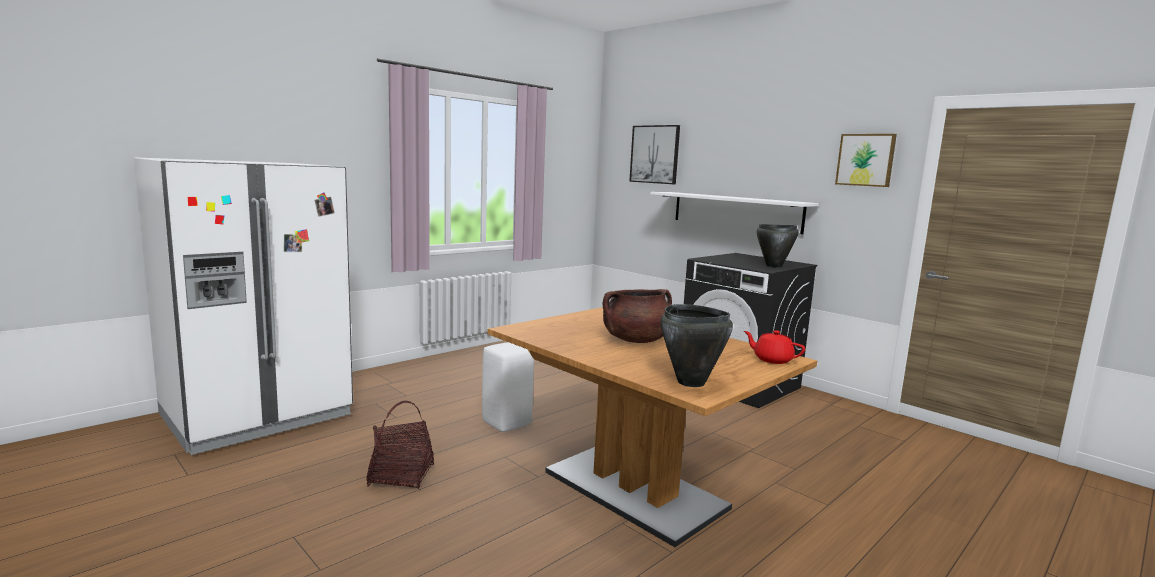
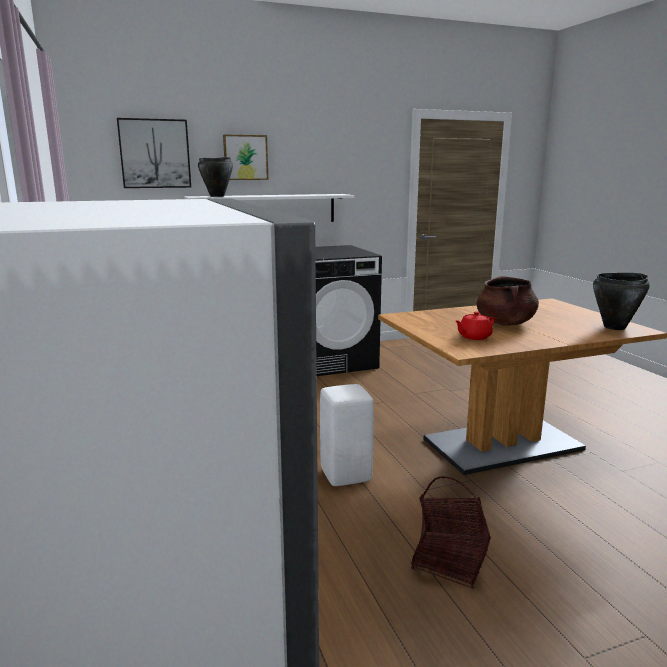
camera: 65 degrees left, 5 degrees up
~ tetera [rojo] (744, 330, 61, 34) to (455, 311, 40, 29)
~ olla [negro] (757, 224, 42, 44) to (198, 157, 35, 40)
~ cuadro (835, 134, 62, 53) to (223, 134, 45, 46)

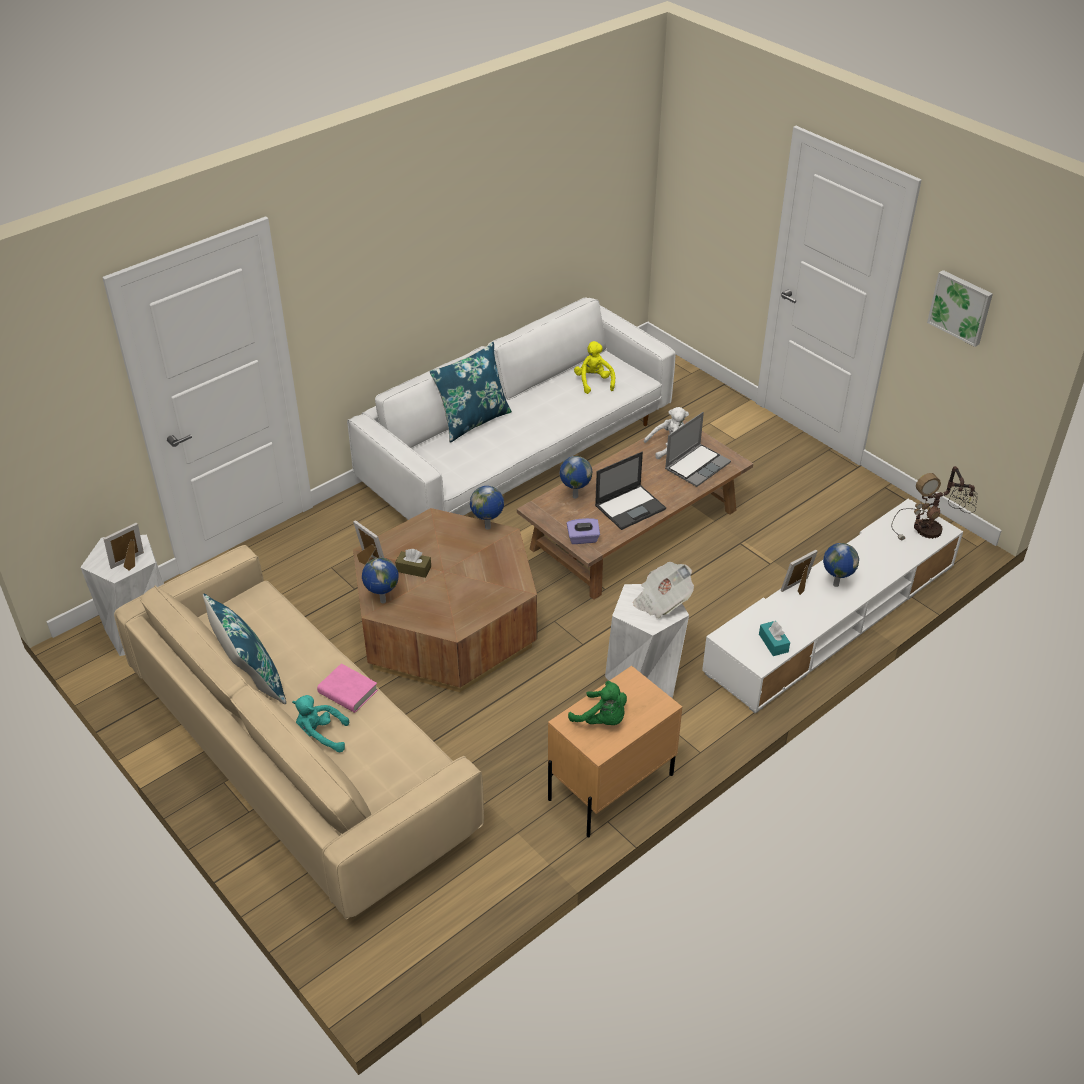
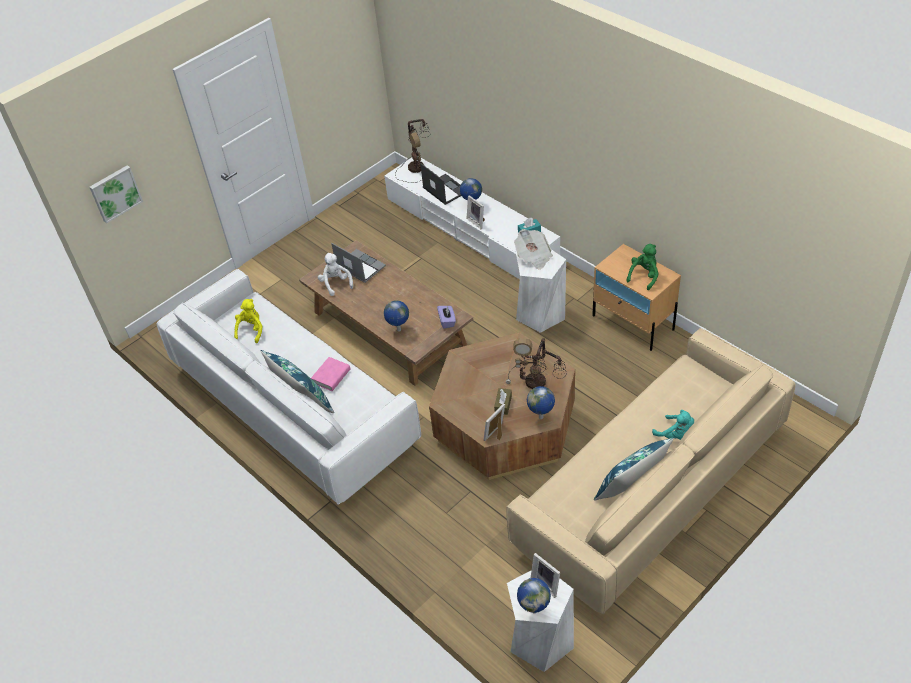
camera: 90 degrees left, 5 degrees up
+ lámpara de mesa (506, 338, 61, 51)
~ libro [rosa] (317, 663, 61, 50) to (311, 357, 40, 34)
~ globo terráqueo (470, 486, 34, 44) to (517, 578, 34, 36)
~ portátil (595, 452, 71, 78) to (420, 163, 41, 42)
~ cuadro (927, 270, 66, 77) to (89, 165, 54, 58)
~ peluche [turquesa] (292, 695, 57, 58) = (652, 410, 42, 30) 45 degrees counterclockwise
~ peluche [amarillo] (574, 341, 41, 53) = (234, 299, 28, 44) 120 degrees clockwise

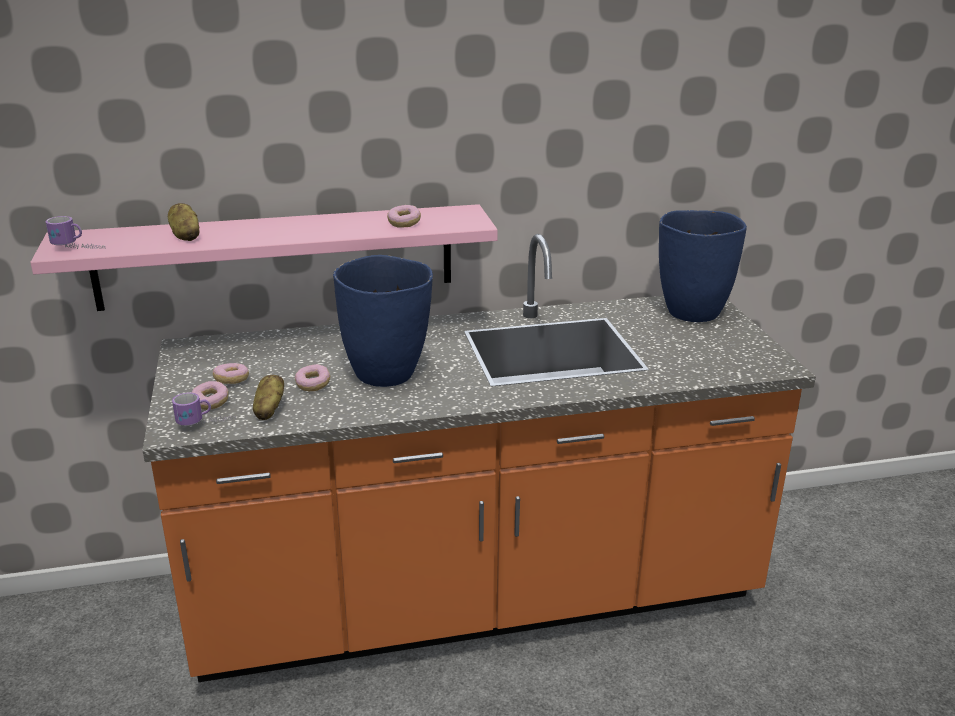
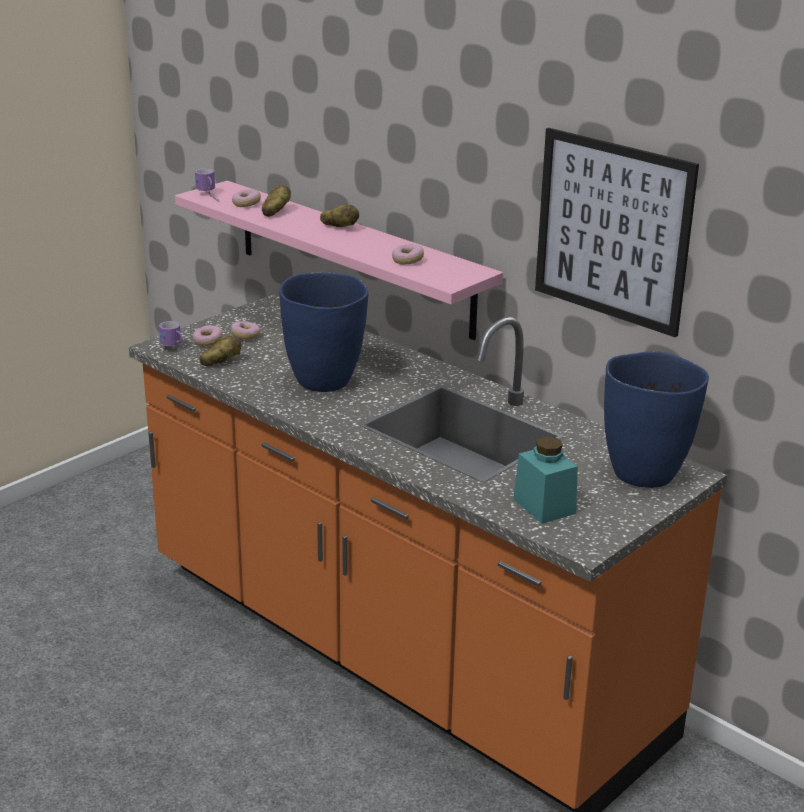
camera: 55 degrees right, 0 degrees up
+ patata (320, 205, 39, 22)
+ tarro [turquesa] (513, 436, 65, 88)
+ cuadro (535, 128, 164, 209)
~ rosquilla (295, 364, 35, 27) to (232, 189, 29, 18)

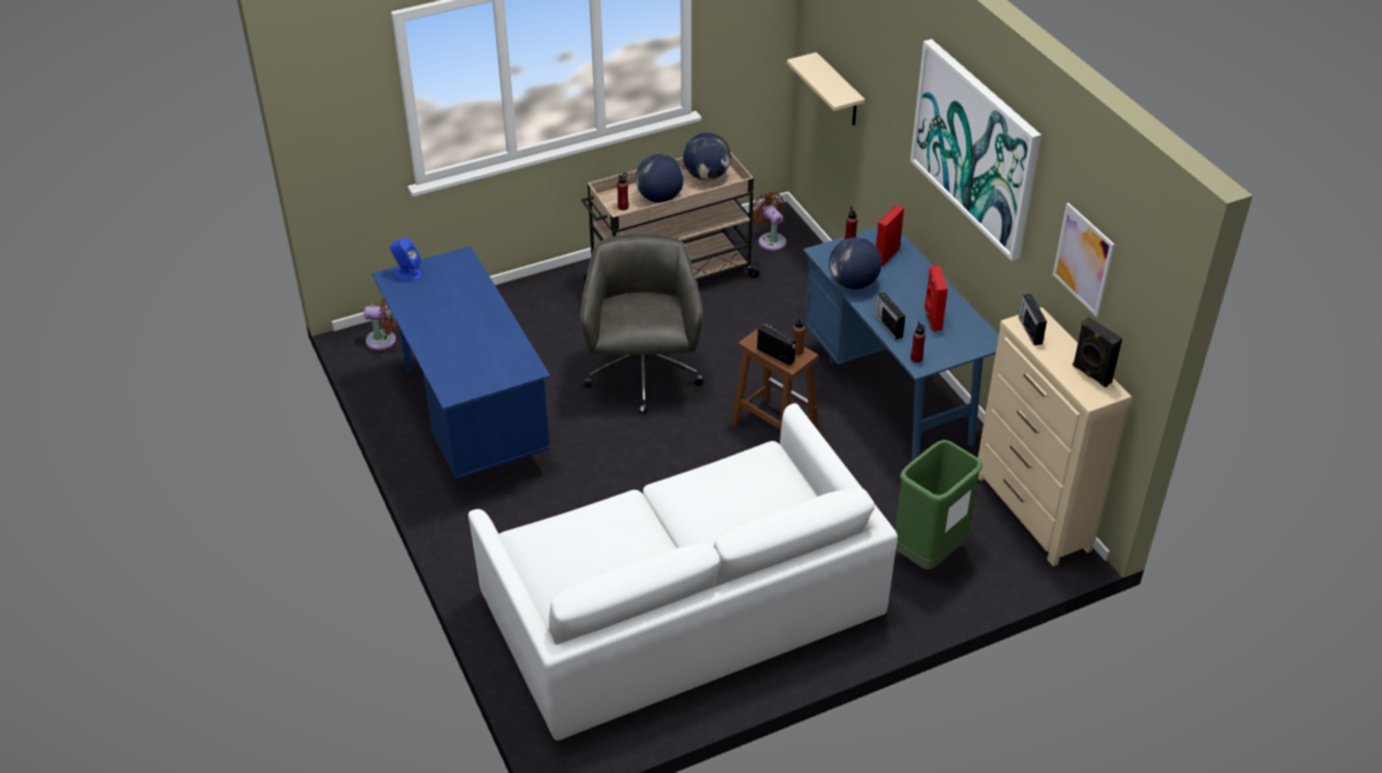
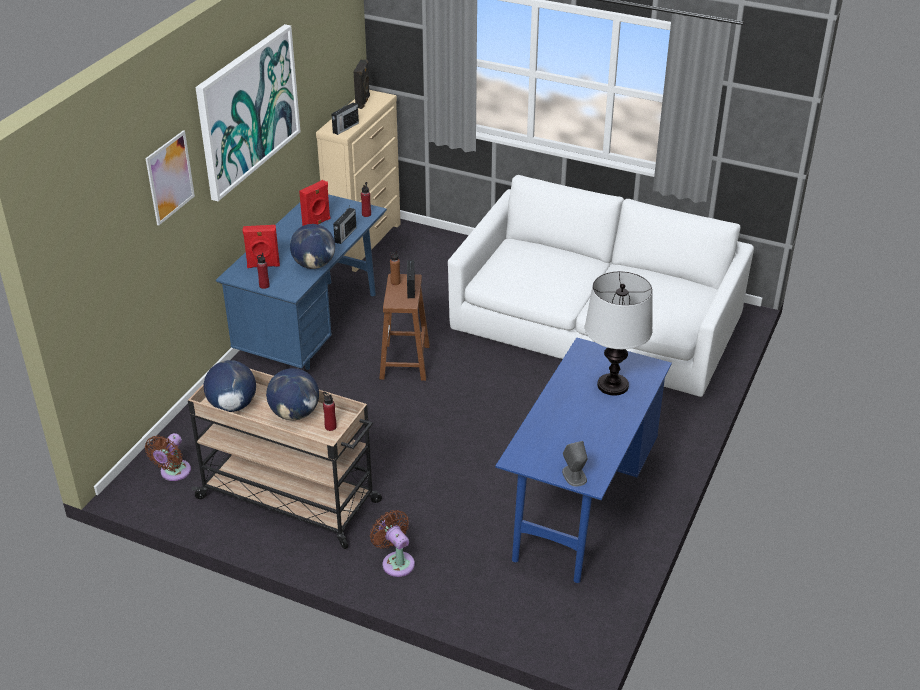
camera: 130 degrees left, 5 degrees down
- silla de oficina [gris] (581, 234, 123, 181)
- estante [beis] (787, 52, 78, 73)
- papelera [verde] (895, 440, 88, 129)
+ lámpara de mesa (585, 271, 68, 125)
~ ventilador [marrón] (364, 297, 34, 53) to (370, 510, 45, 67)
~ cuadro (1053, 203, 62, 114) to (145, 130, 50, 96)
~ altavoz [azul] (390, 238, 32, 43) to altavoz [gris] (562, 441, 26, 46)

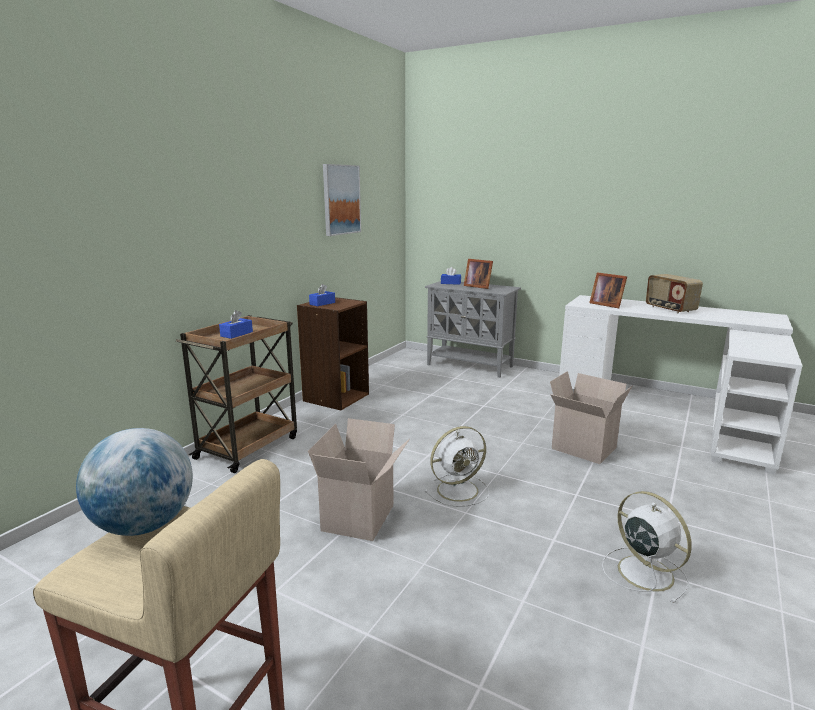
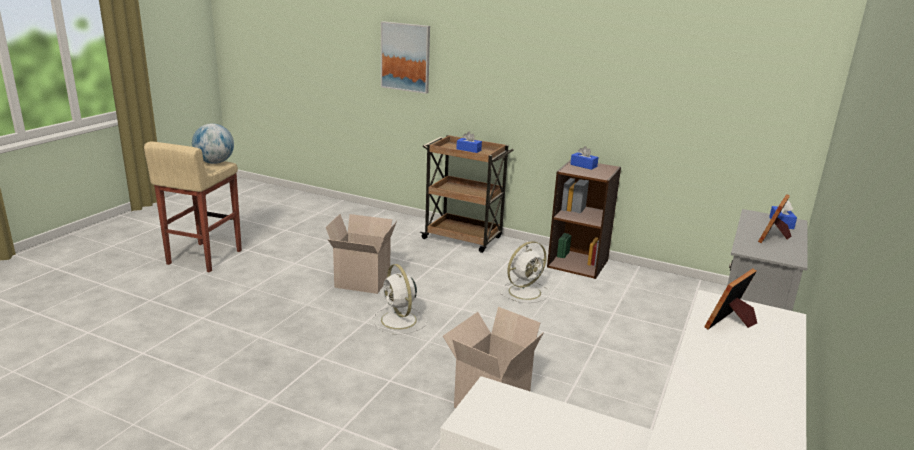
camera: 85 degrees right, 5 degrees up
- radio (646, 274, 57, 39)
~ cuadro (323, 164, 38, 72) to (381, 21, 49, 73)
~ ventilador [blanco] (602, 491, 90, 112) to (499, 241, 51, 62)

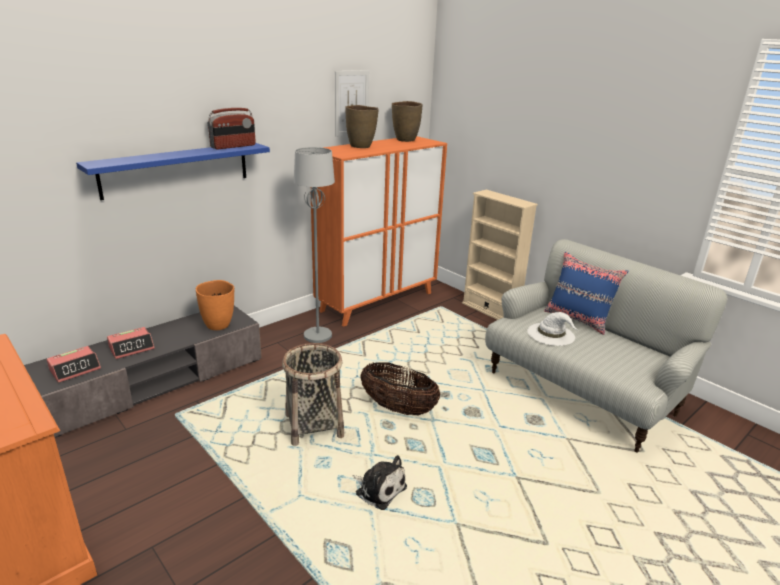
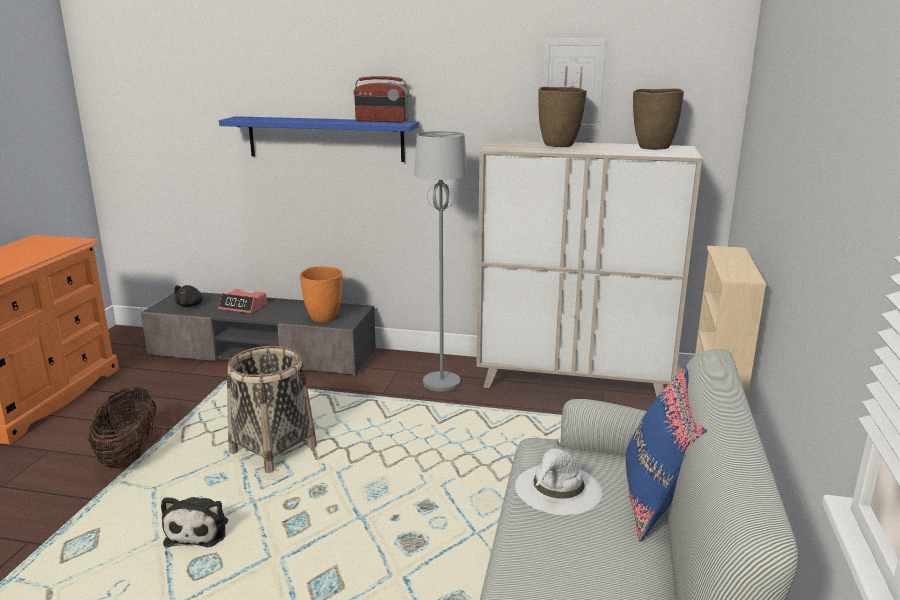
camera: 55 degrees right, 5 degrees down
~ cesta (360, 362, 80, 53) to (88, 387, 68, 81)
~ despertador (47, 346, 54, 37) to peluche [negro] (174, 285, 29, 22)
~ armario [naranja] (310, 136, 137, 191) to armario [beis] (477, 140, 225, 257)

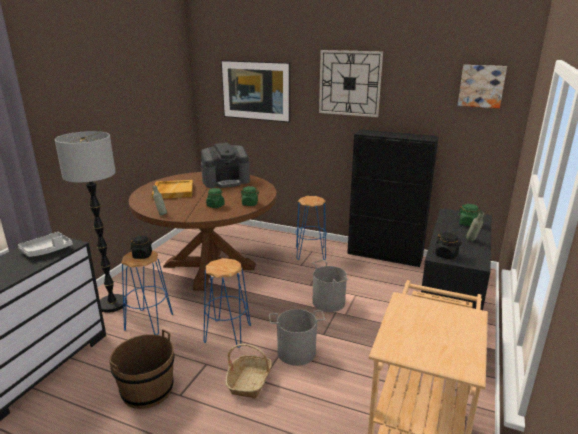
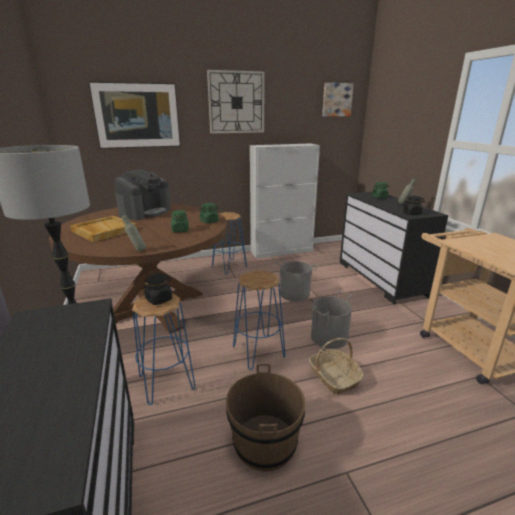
camera: 40 degrees left, 0 degrees up
- bandeja [gris] (18, 232, 55, 25)
~ armario [negro] (347, 129, 92, 138) to armario [blanco] (250, 143, 70, 115)

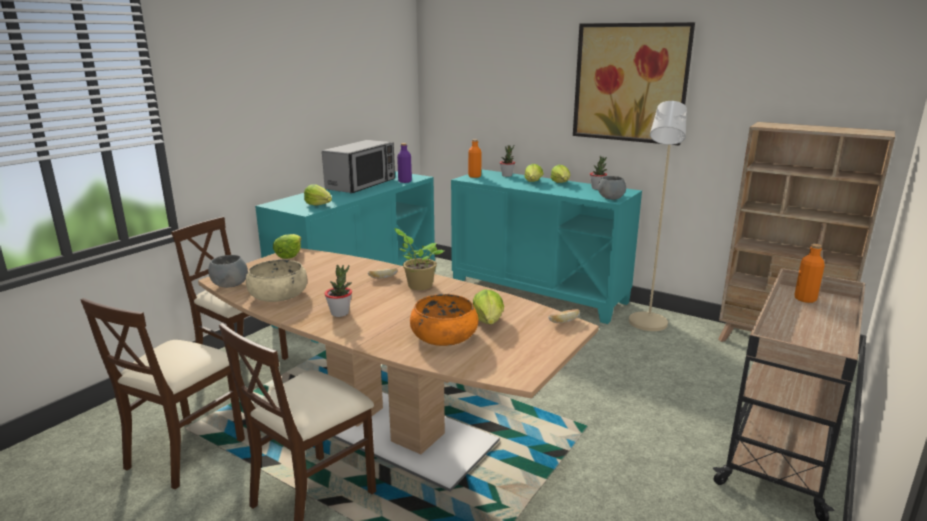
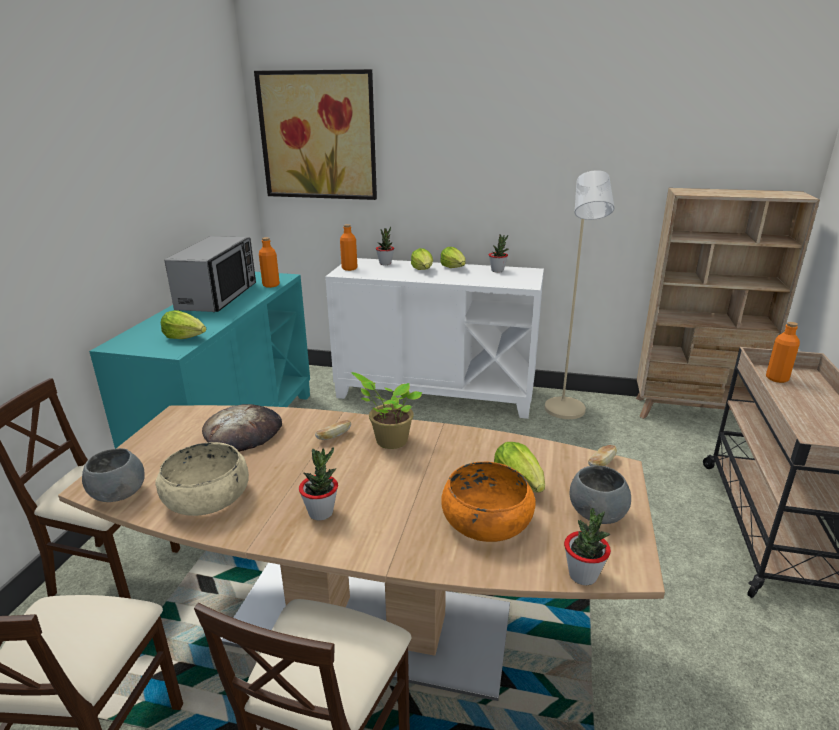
camera: 20 degrees left, 5 degrees up
- lechuga (273, 234, 28, 25)
+ pan (202, 404, 80, 48)
+ planta en maceta (564, 508, 47, 77)
~ cuadro (573, 22, 122, 123) to (254, 69, 123, 131)
~ cuenco [gris] (598, 176, 28, 24) to (570, 465, 61, 59)
~ botella [morado] (397, 143, 15, 40) to botella [naranja] (259, 237, 21, 51)
~ armario [turquesa] (451, 169, 191, 155) to armario [blanco] (325, 258, 219, 161)

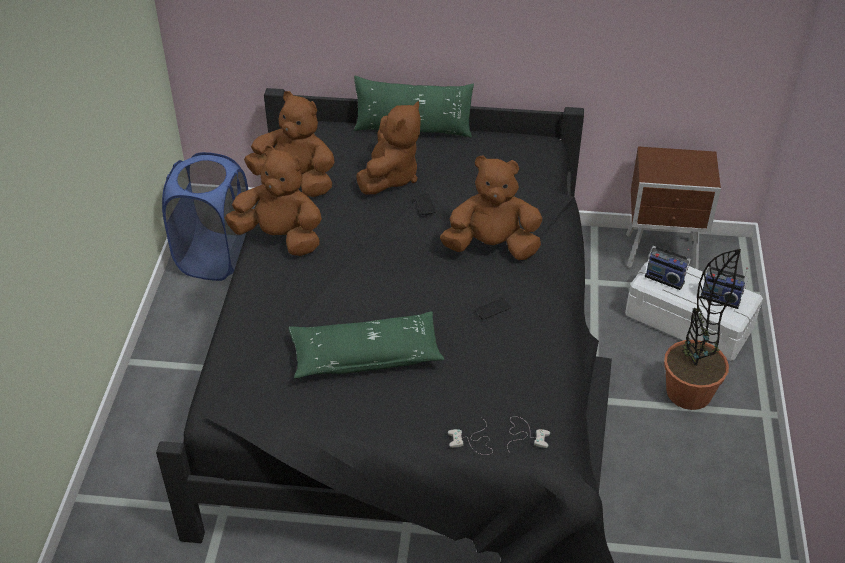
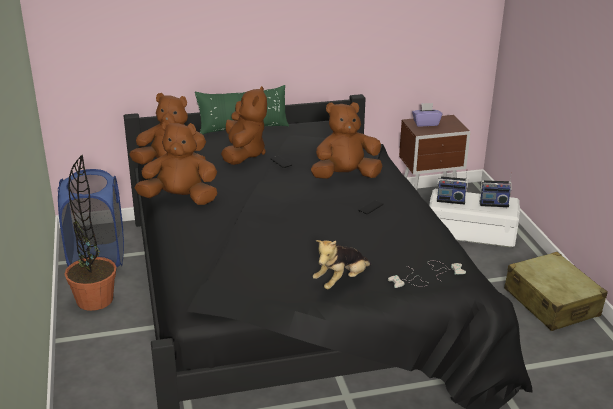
camera: 20 degrees left, 15 degrees down
- cojín [verde] (289, 311, 156, 68)
+ peluche (313, 240, 58, 49)
+ caja de pañuelos [morado] (412, 103, 30, 24)
+ maleta [beis] (504, 252, 103, 79)
~ planta en maceta (664, 249, 77, 161) to (65, 155, 51, 156)

